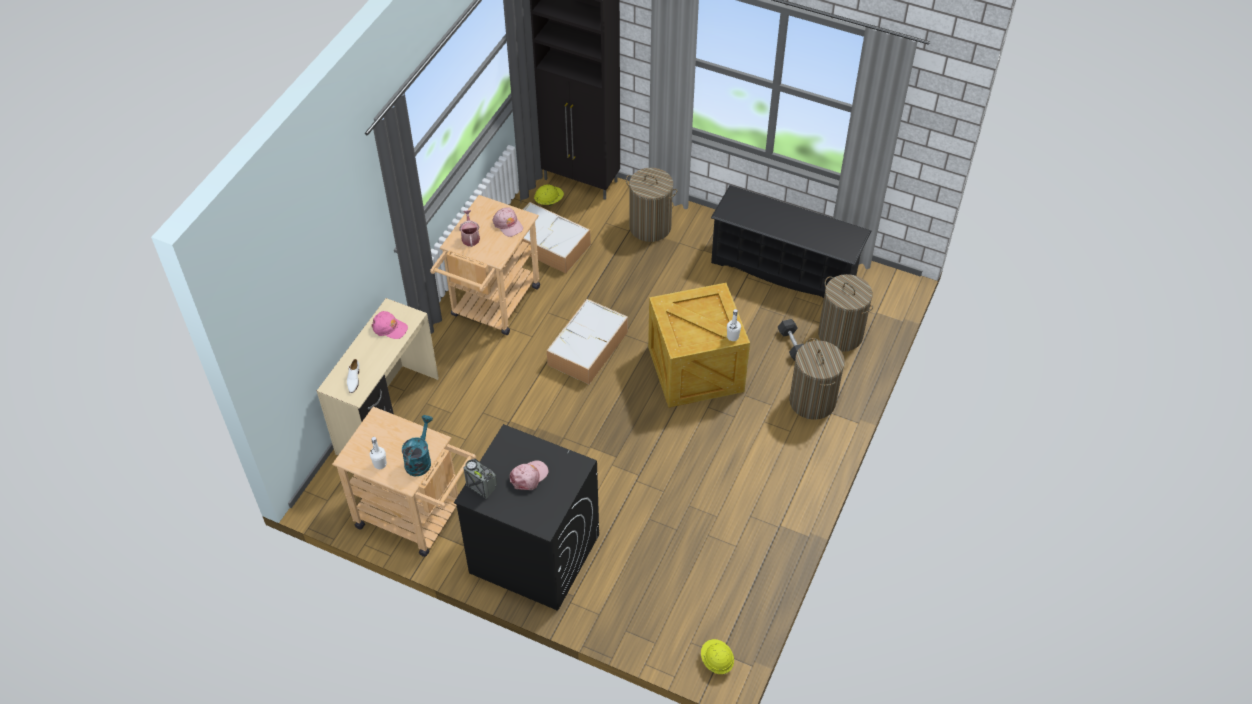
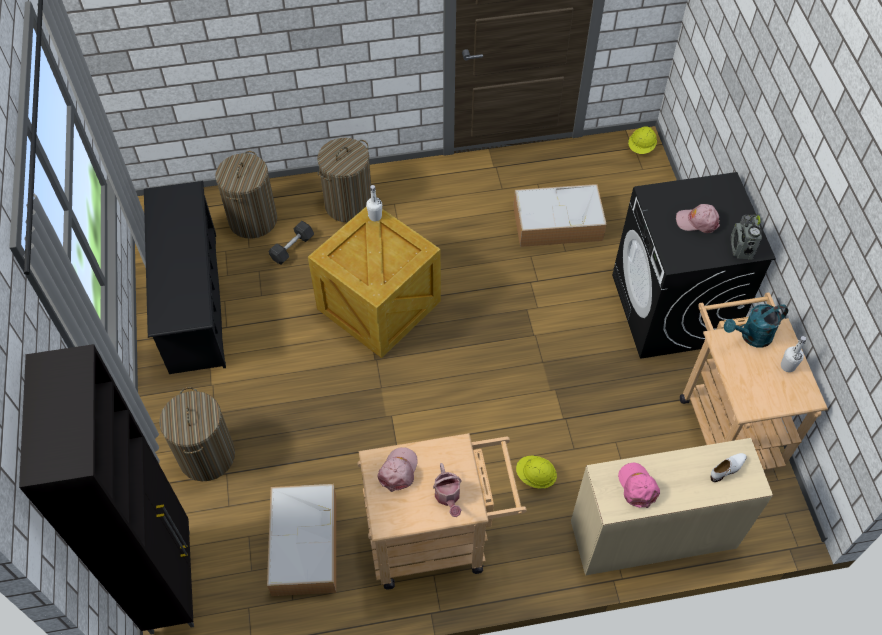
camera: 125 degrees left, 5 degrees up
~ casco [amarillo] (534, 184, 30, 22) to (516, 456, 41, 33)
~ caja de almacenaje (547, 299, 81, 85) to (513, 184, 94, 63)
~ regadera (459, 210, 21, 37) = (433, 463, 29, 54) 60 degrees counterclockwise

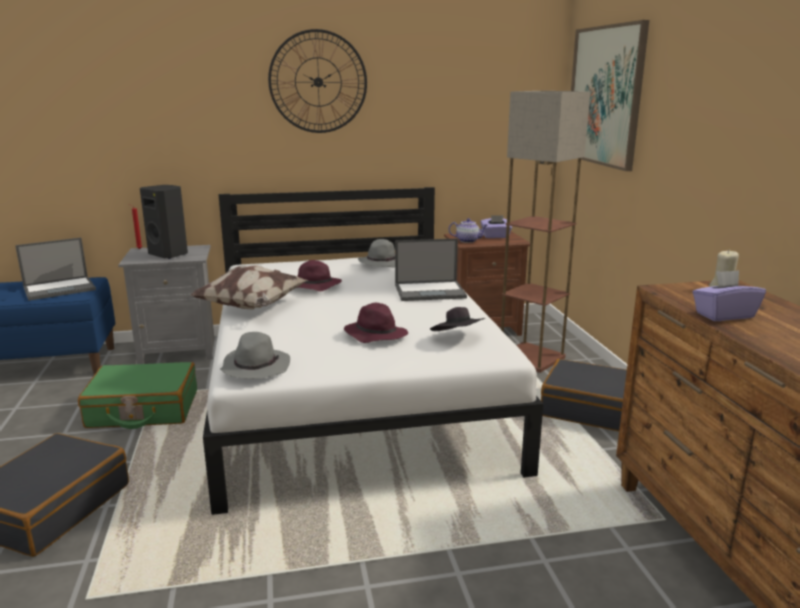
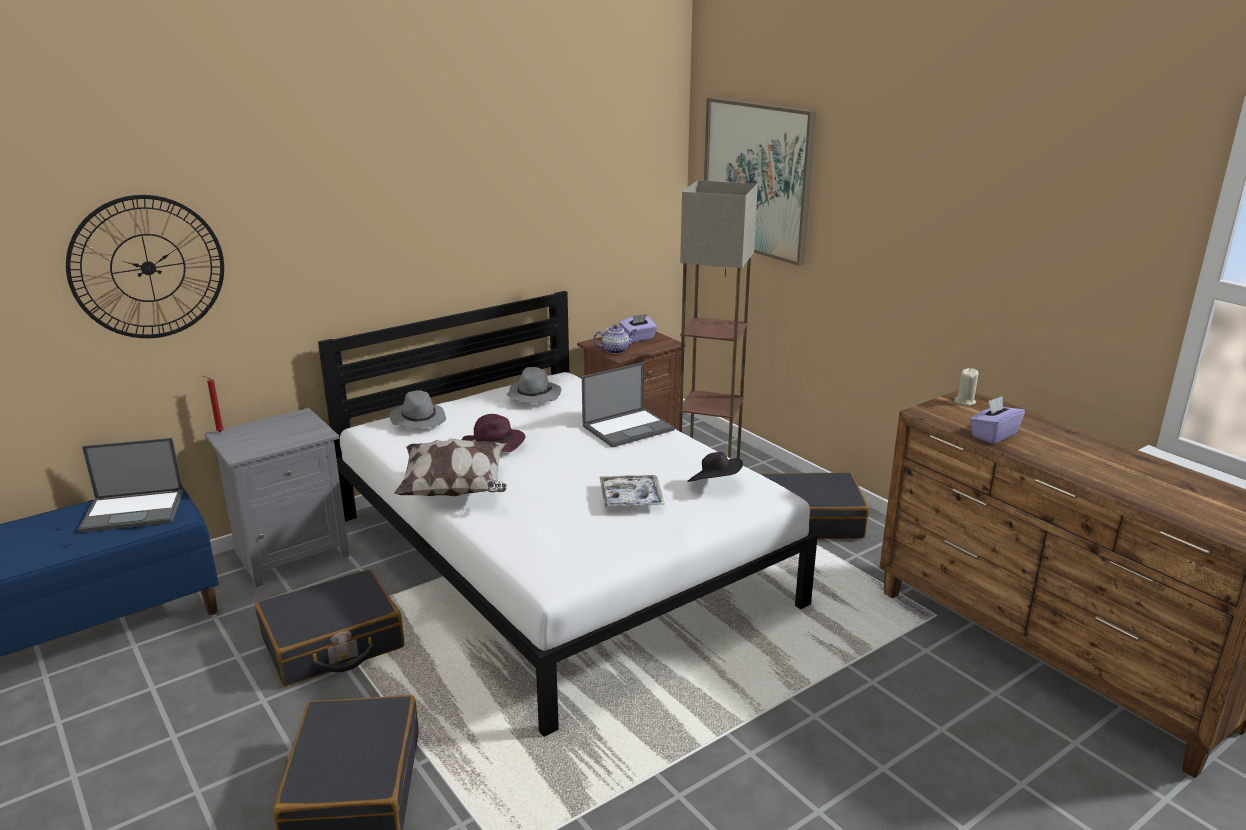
camera: 25 degrees left, 5 degrees up
- altavoz [negro] (140, 185, 48, 74)
~ sombrero [gris] (220, 332, 70, 47) to (390, 390, 56, 38)
~ reloj de pared (268, 29, 99, 104) to (66, 195, 158, 143)
~ sombrero [morado] (344, 303, 64, 40) to bandeja (600, 475, 65, 32)
~ maleta [verde] (78, 362, 119, 67) to maleta [negro] (255, 569, 149, 117)
~ portátil (15, 238, 81, 63) = (78, 438, 106, 95) 45 degrees clockwise

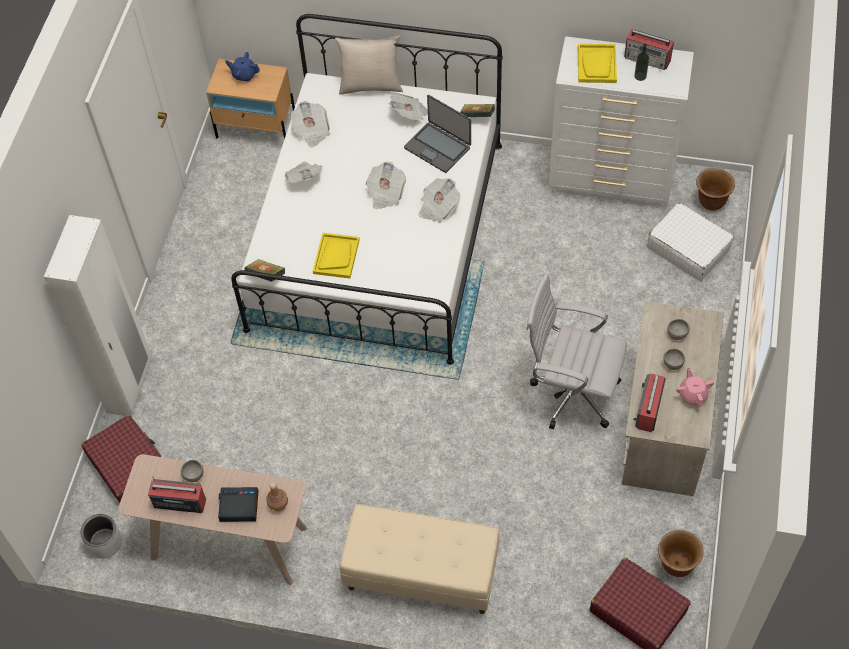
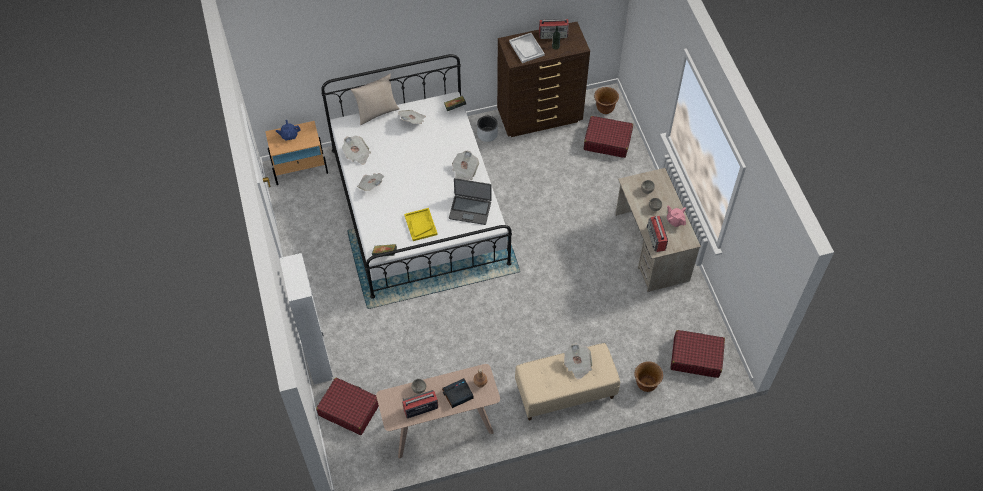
camera: 30 degrees left, 0 degrees up
- silla de oficina [blanco] (526, 273, 101, 156)
~ maceta [gris] (81, 514, 41, 45) to (477, 116, 21, 26)
~ periódico (366, 162, 40, 47) to (564, 343, 28, 37)
~ portátil (404, 95, 67, 78) to (449, 178, 42, 47)
~ maceta [marrón] (658, 530, 46, 47) to (635, 361, 28, 31)
~ cómoda [blanco] (549, 36, 145, 170) to cómoda [marrón] (497, 22, 93, 115)
~ bandeja [amarillo] (578, 44, 39, 39) to bandeja [blanco] (509, 33, 36, 30)
~ maleta [blanco] (647, 203, 87, 78) to maleta [rojo] (584, 116, 49, 42)

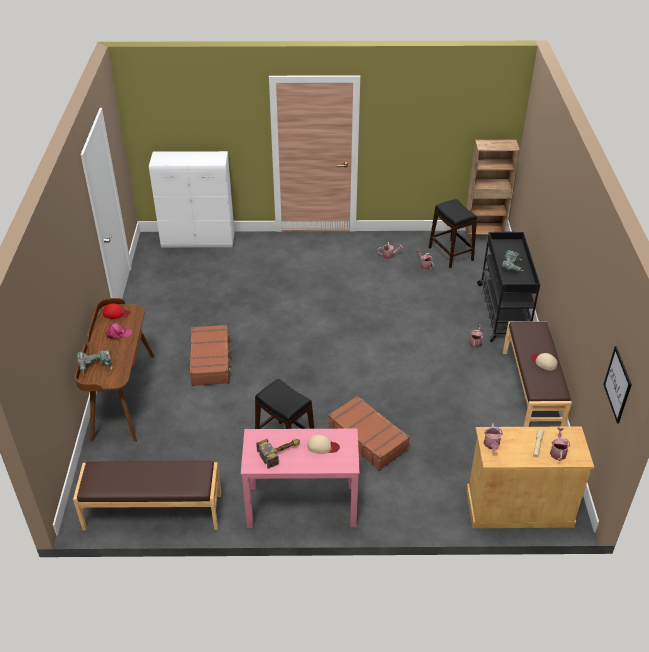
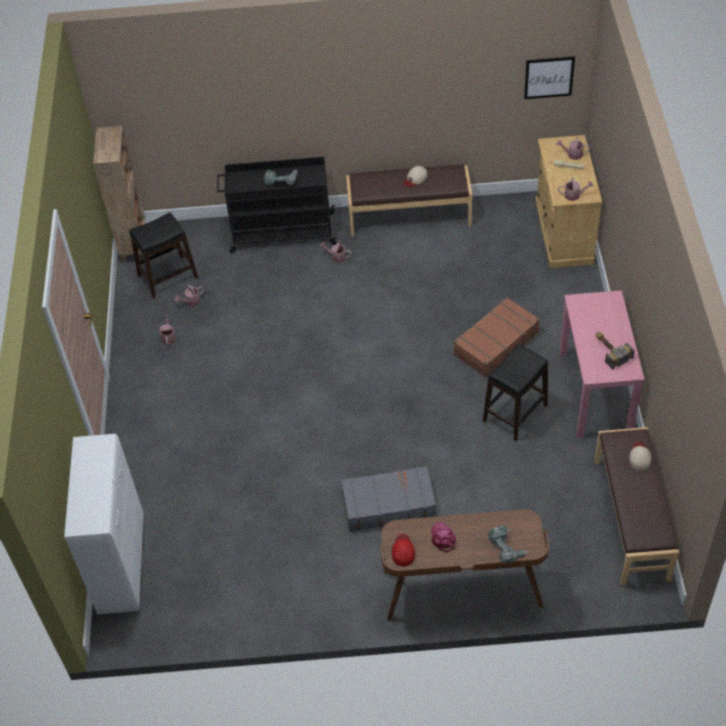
camera: 90 degrees left, 10 degrees up
~ gorra [beis] (307, 434, 33, 20) to (629, 442, 22, 29)
~ maleta [marrón] (189, 325, 43, 61) to maleta [gris] (341, 466, 95, 65)

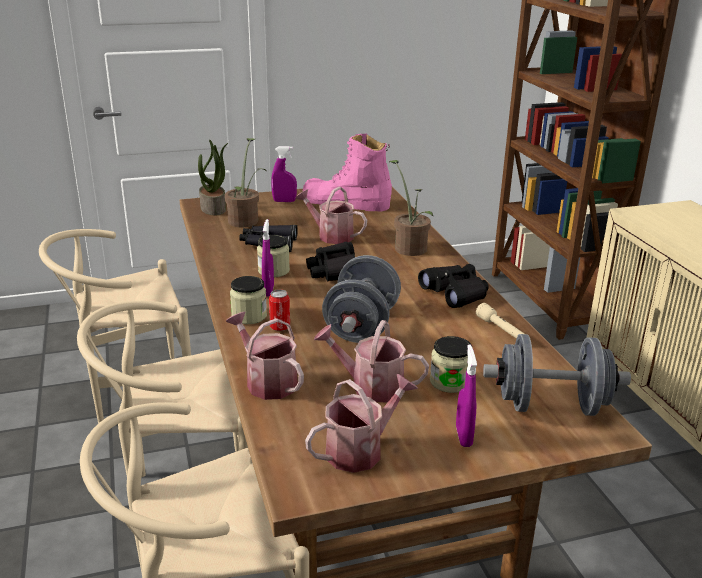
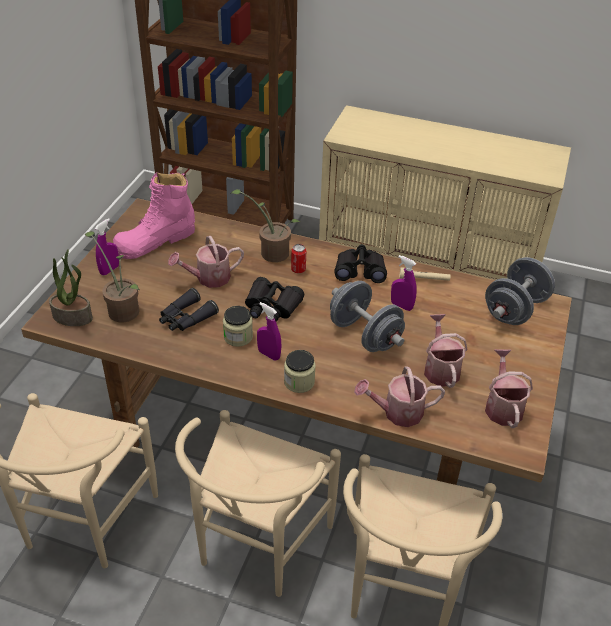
camera: 55 degrees left, 15 degrees up
- tarro (430, 336, 42, 57)
~ lata (269, 289, 21, 42) to (291, 244, 15, 29)
~ pulverizador [morado] (456, 345, 21, 102) to (391, 255, 26, 56)
~ regadera (314, 320, 115, 82) = (424, 314, 44, 74) 120 degrees clockwise

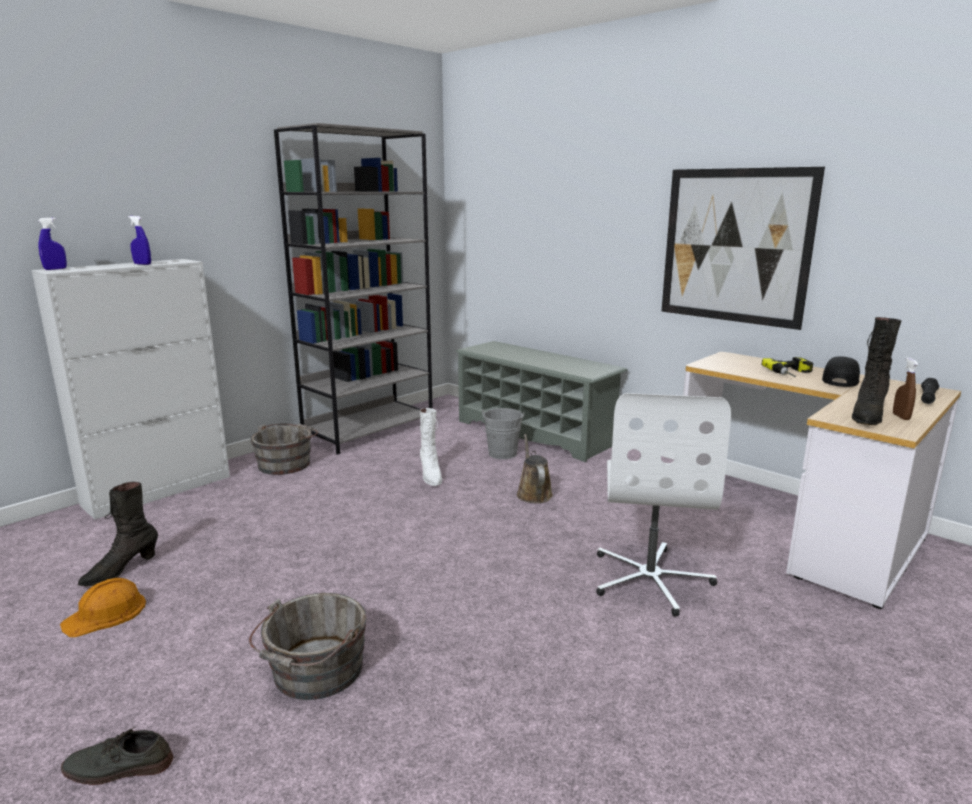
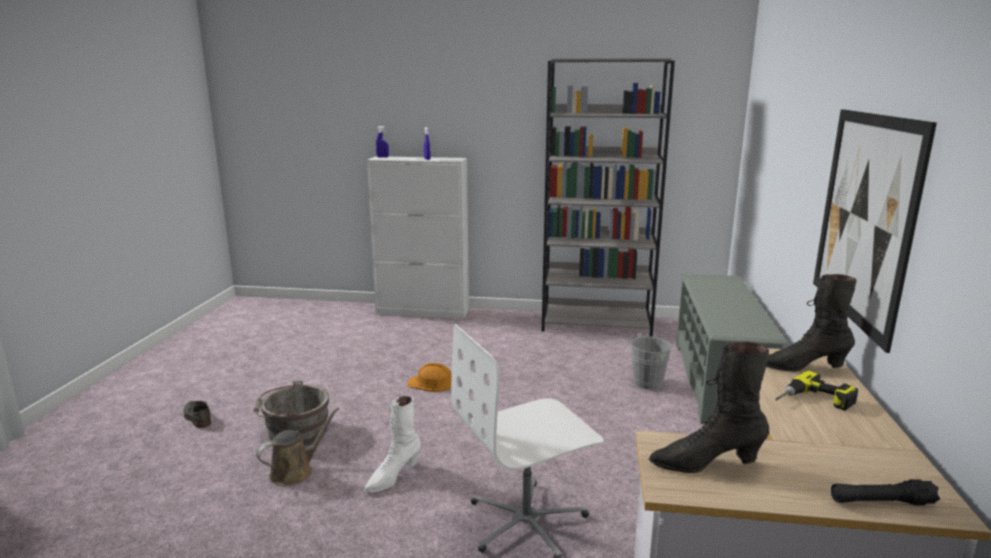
camera: 55 degrees right, 0 degrees up
- cubo [gris] (251, 424, 67, 51)
- gorra [negro] (822, 356, 38, 31)
- pulverizador [marrón] (893, 357, 25, 63)
~ casco [naranja] (60, 578, 86, 59) to (407, 363, 45, 29)
~ bota [negro] (78, 482, 80, 104) to (766, 274, 91, 98)
~ bota [blanco] (420, 408, 22, 78) to (364, 396, 57, 97)
~ regadera [marrón] (517, 434, 36, 69) to (256, 407, 83, 79)

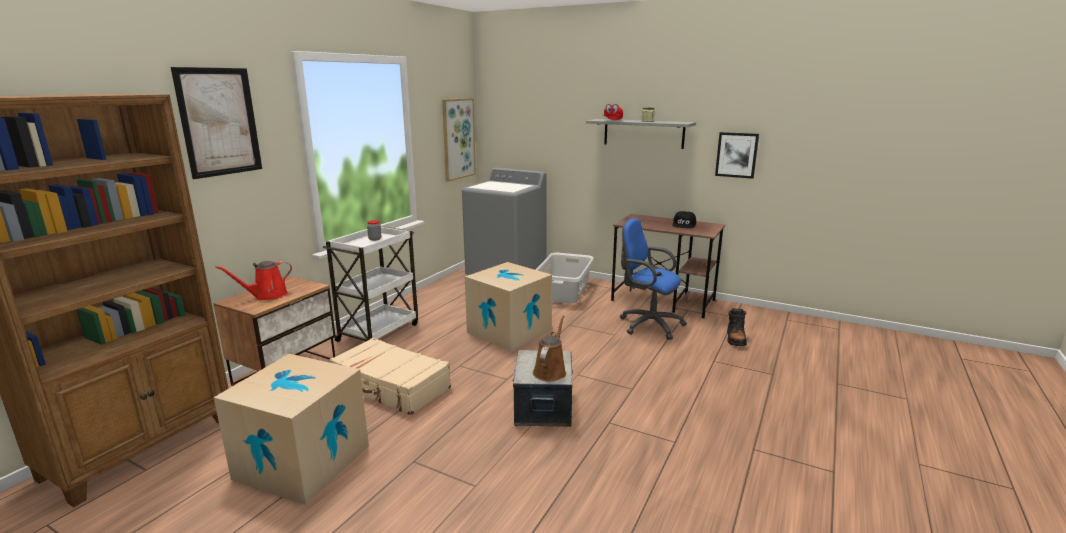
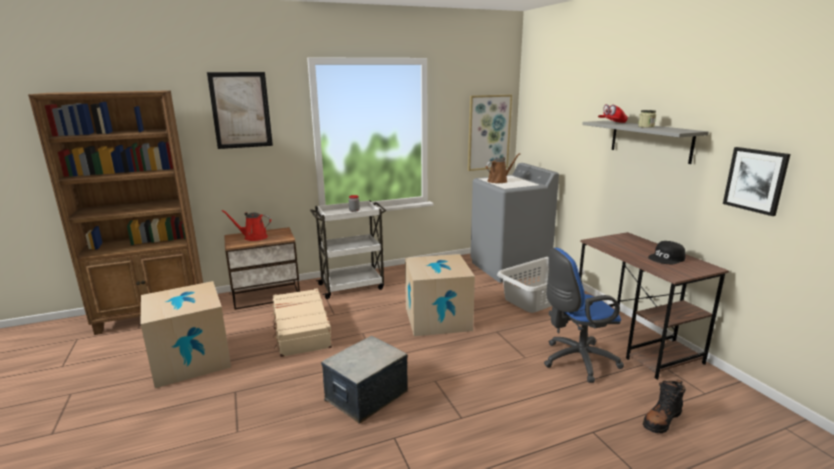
camera: 40 degrees right, 0 degrees up
~ regadera [marrón] (533, 315, 33, 66) to (486, 153, 34, 30)
~ silla de oficina [azul] (620, 218, 67, 122) = (544, 248, 80, 135) 90 degrees counterclockwise

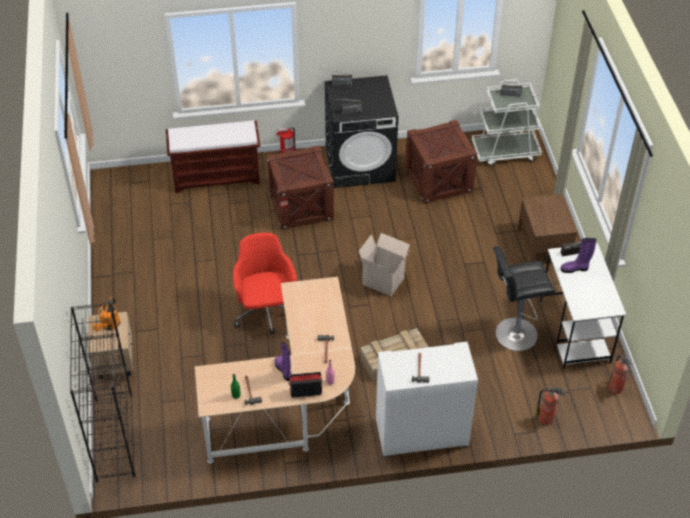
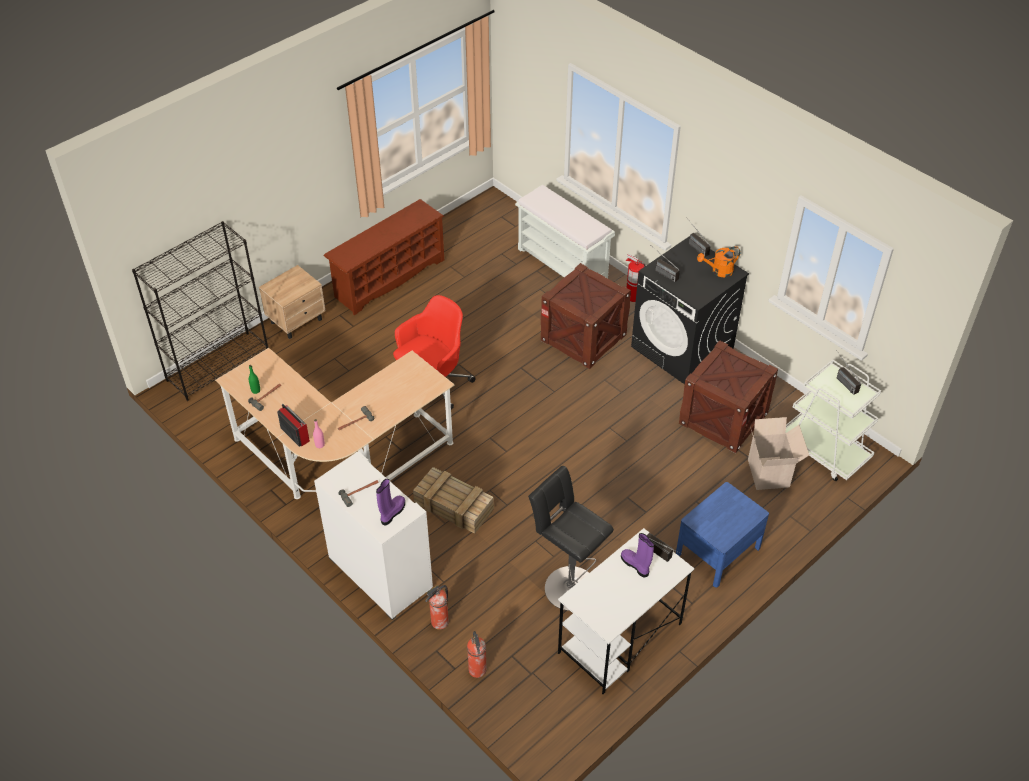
camera: 55 degrees right, 0 degrees up
+ zapatero [marrón] (324, 199, 120, 116)
~ regadera [naranja] (93, 298, 27, 33) to (697, 246, 44, 31)
~ bota [morado] (275, 342, 17, 39) to (376, 479, 29, 46)
~ caja de cartón (359, 233, 51, 63) to (748, 417, 61, 73)
~ extintor (609, 355, 22, 39) to (425, 585, 24, 45)
~ banco [marrón] (166, 120, 94, 73) to banco [blanco] (515, 185, 100, 93)
~ mesita de noche [marrón] (517, 194, 60, 68) to mesita de noche [azul] (676, 482, 93, 106)

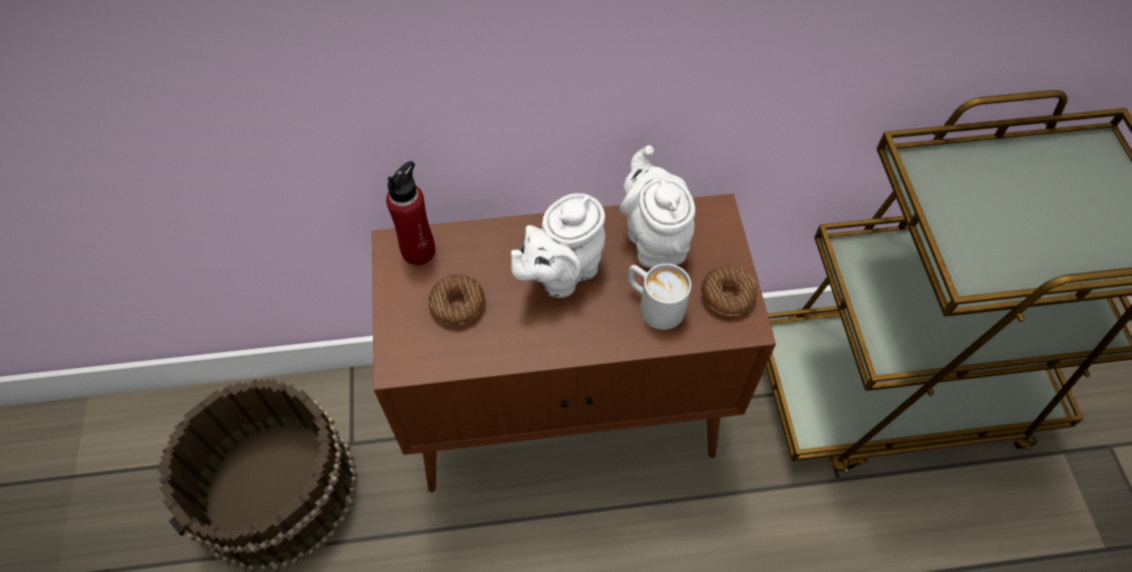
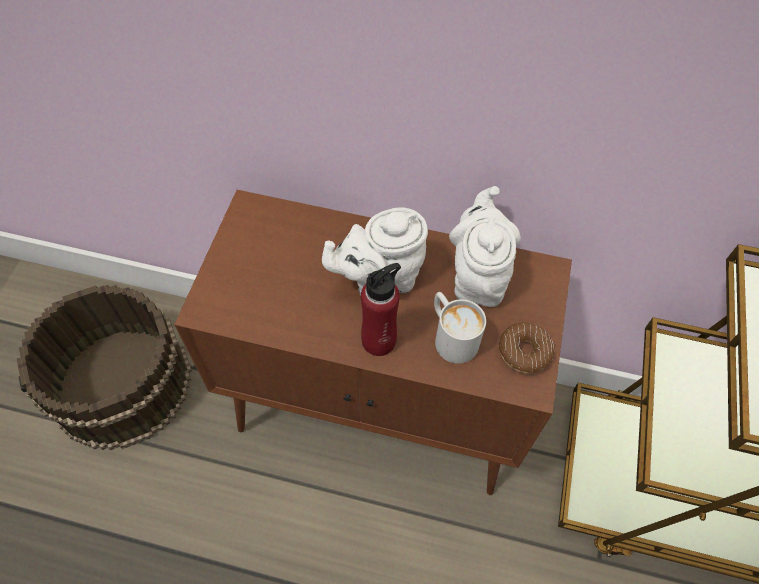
camera: 20 degrees right, 0 degrees up
- rosquilla (429, 274, 56, 51)
~ botella [rojo] (386, 161, 49, 104) to (361, 263, 40, 93)

